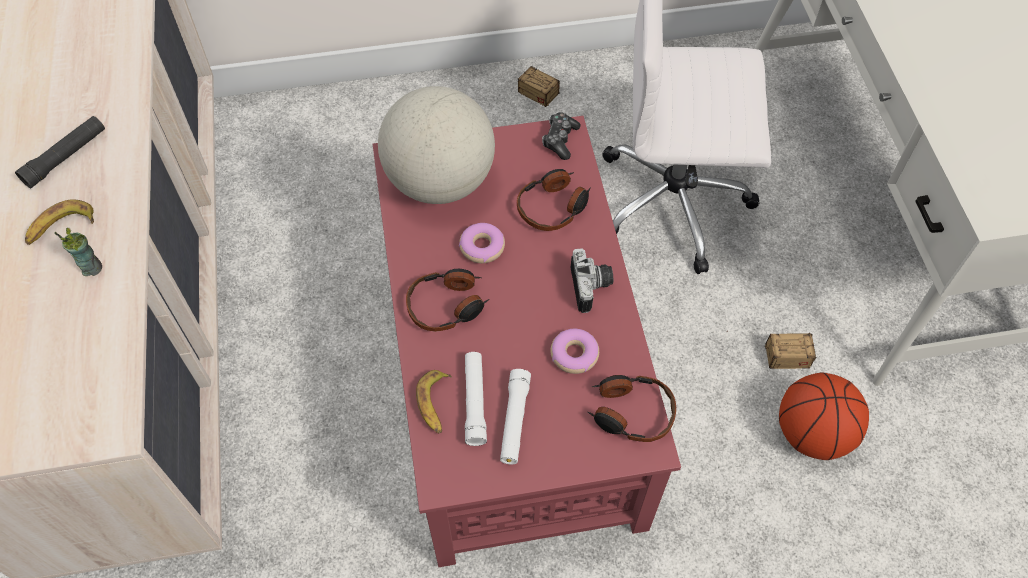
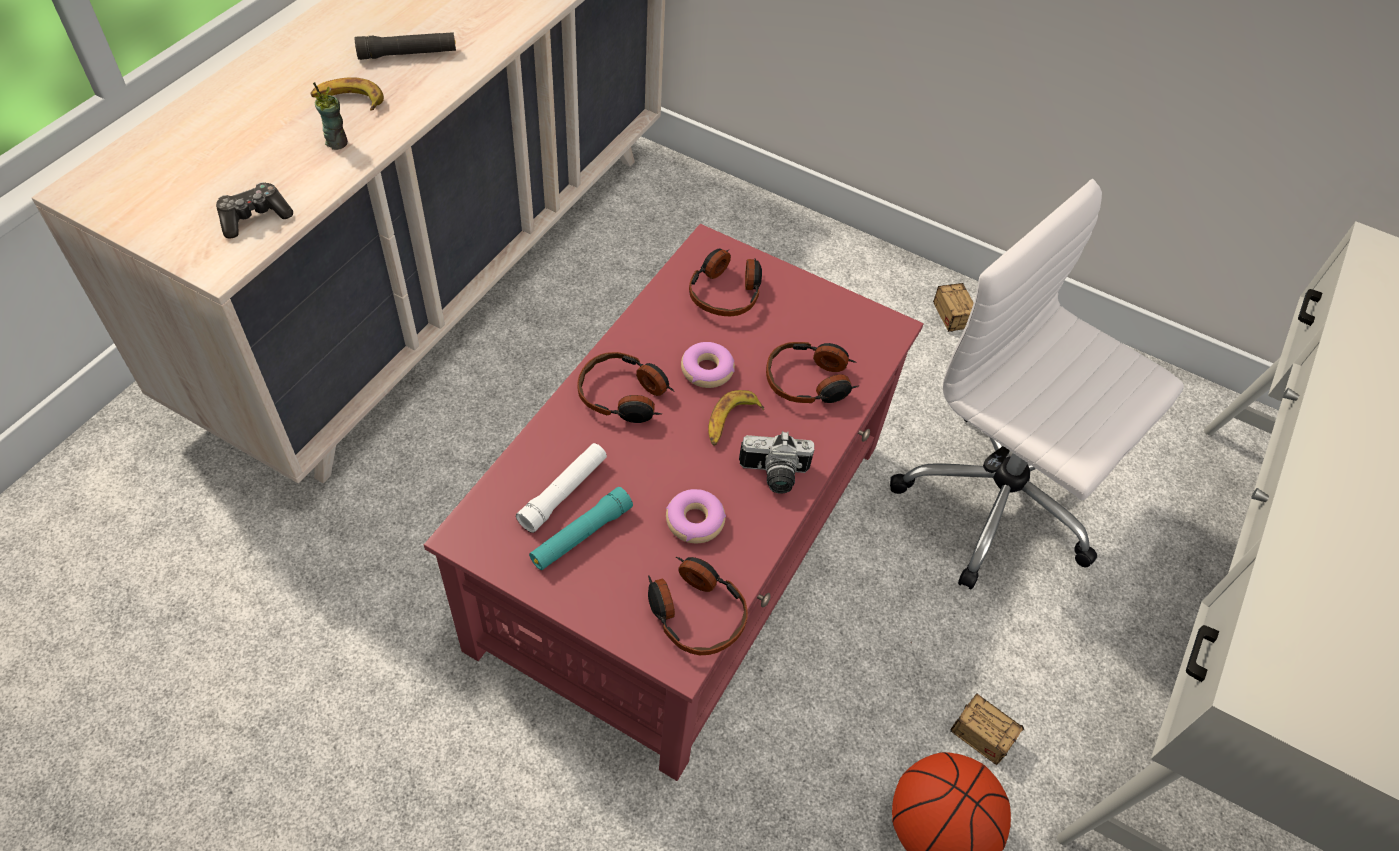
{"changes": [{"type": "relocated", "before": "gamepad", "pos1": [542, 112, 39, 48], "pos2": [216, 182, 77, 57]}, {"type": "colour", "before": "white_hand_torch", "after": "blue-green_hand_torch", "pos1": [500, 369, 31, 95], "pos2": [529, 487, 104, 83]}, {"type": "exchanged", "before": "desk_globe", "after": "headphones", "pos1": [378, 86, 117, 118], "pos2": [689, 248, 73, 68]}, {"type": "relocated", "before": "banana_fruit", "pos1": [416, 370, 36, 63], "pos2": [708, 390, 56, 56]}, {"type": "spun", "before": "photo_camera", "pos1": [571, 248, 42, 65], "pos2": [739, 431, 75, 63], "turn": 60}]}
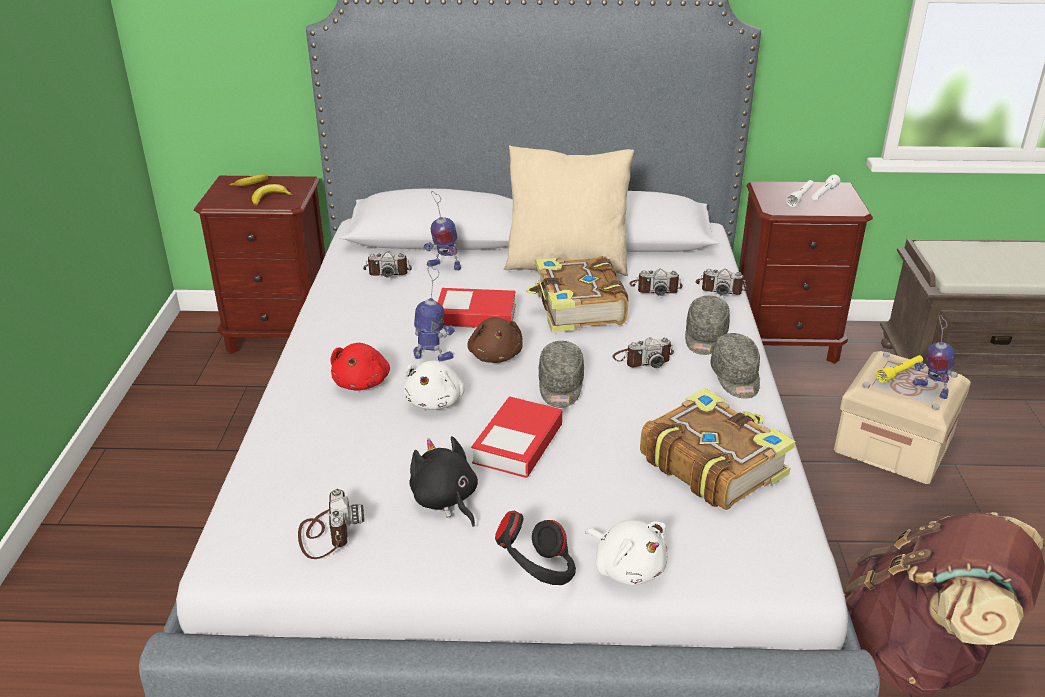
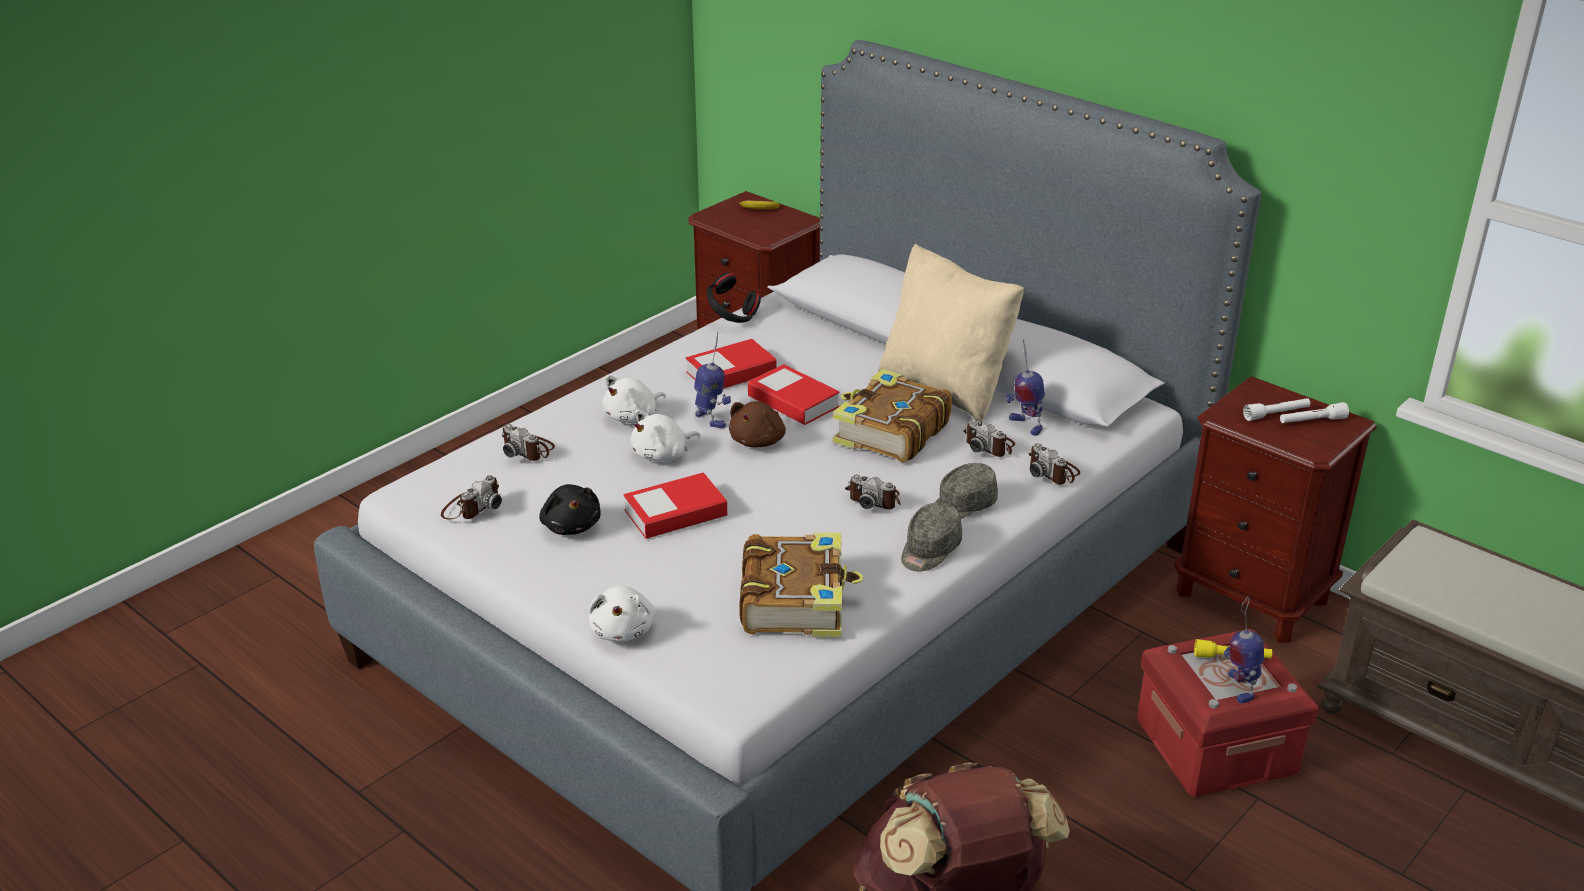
{"changes": [{"type": "relocated", "before": "photo_camera", "pos1": [363, 252, 49, 26], "pos2": [502, 424, 53, 37]}, {"type": "spun", "before": "blackish_cuddly_toy", "pos1": [409, 436, 69, 91], "pos2": [539, 484, 62, 51], "turn": 150}, {"type": "colour", "before": "reddish_cuddly_toy", "after": "white_cuddly_toy", "pos1": [330, 343, 60, 48], "pos2": [603, 375, 63, 48]}, {"type": "appeared", "after": "book", "pos2": [686, 339, 91, 50]}, {"type": "relocated", "before": "blackish_headphones", "pos1": [495, 511, 81, 74], "pos2": [707, 273, 54, 50]}, {"type": "relocated", "before": "toy_robot", "pos1": [423, 191, 38, 80], "pos2": [1005, 339, 40, 97]}, {"type": "colour", "before": "beige-coloured_storage_bin", "after": "reddish_storage_bin", "pos1": [834, 351, 137, 133], "pos2": [1137, 629, 182, 168]}, {"type": "missing", "before": "banana_fruit", "pos1": [252, 184, 41, 22]}, {"type": "missing", "before": "grey_peaked_cap", "pos1": [539, 341, 45, 67]}]}
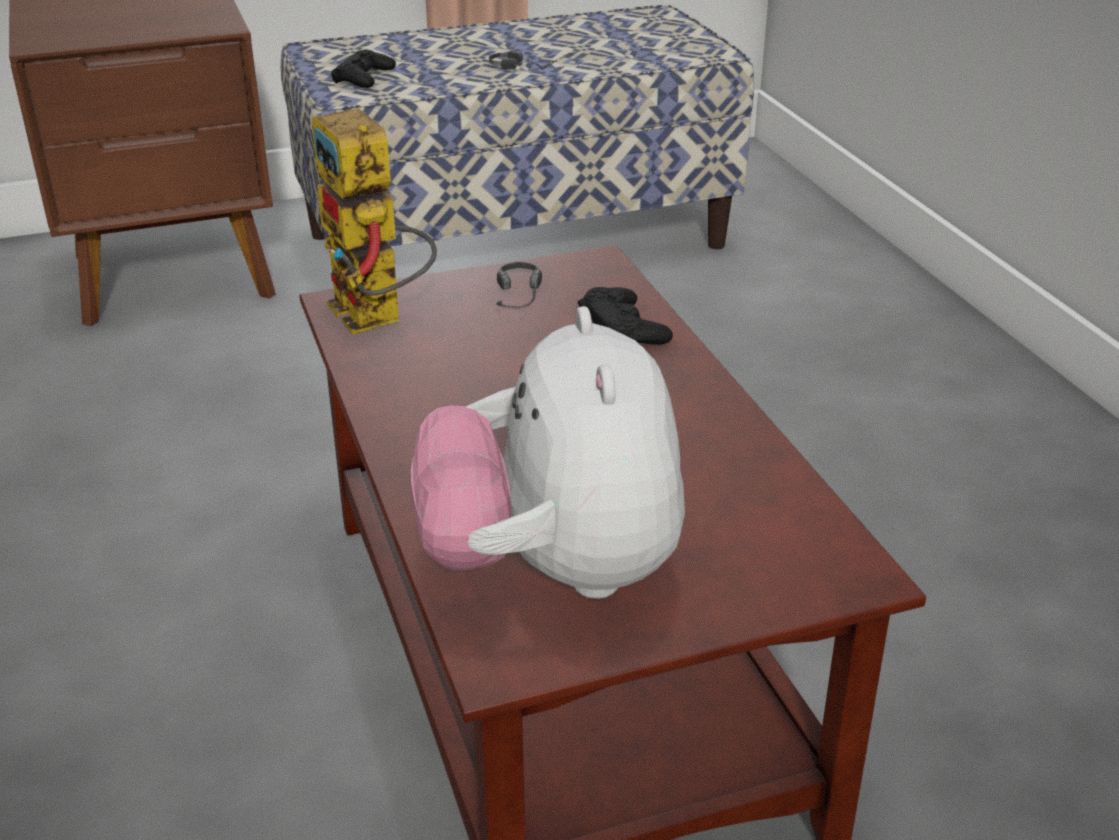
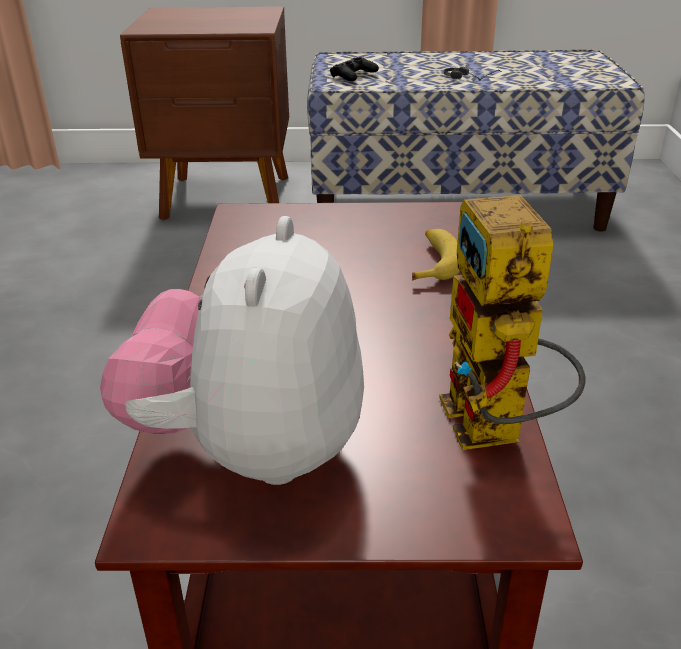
{"changes": [{"type": "exchanged", "before": "blackish_gamepad", "after": "banana_fruit", "pos1": [578, 287, 95, 58], "pos2": [412, 229, 48, 51]}, {"type": "relocated", "before": "toy_robot", "pos1": [312, 108, 125, 227], "pos2": [440, 195, 146, 255]}, {"type": "missing", "before": "headphones", "pos1": [497, 262, 45, 46]}]}
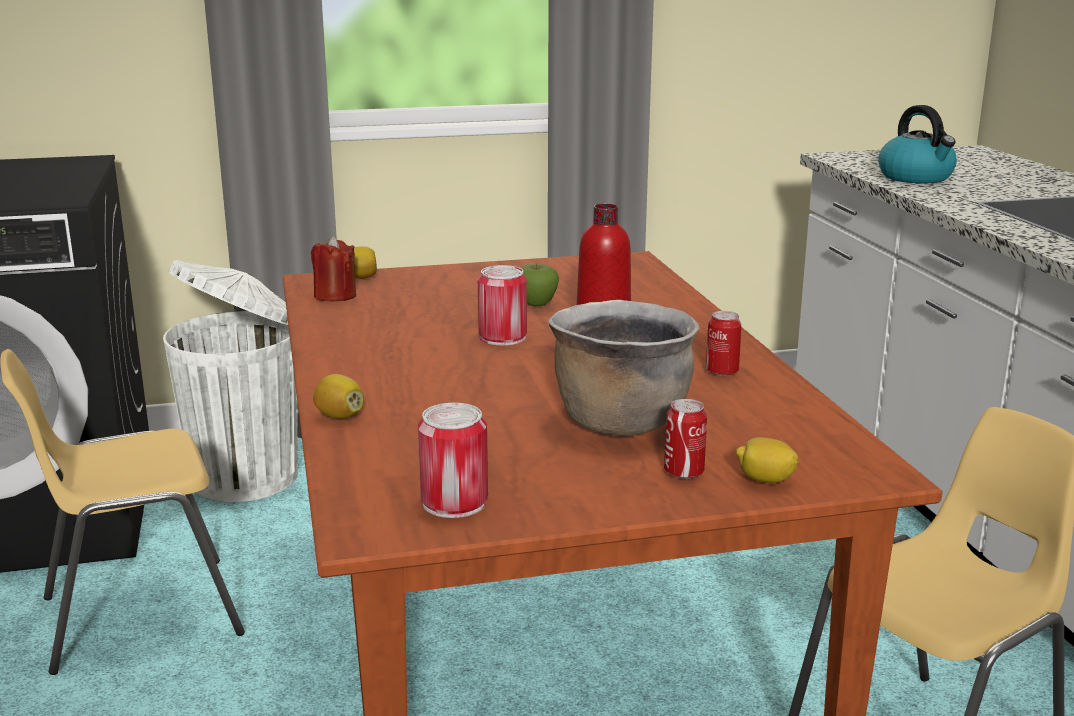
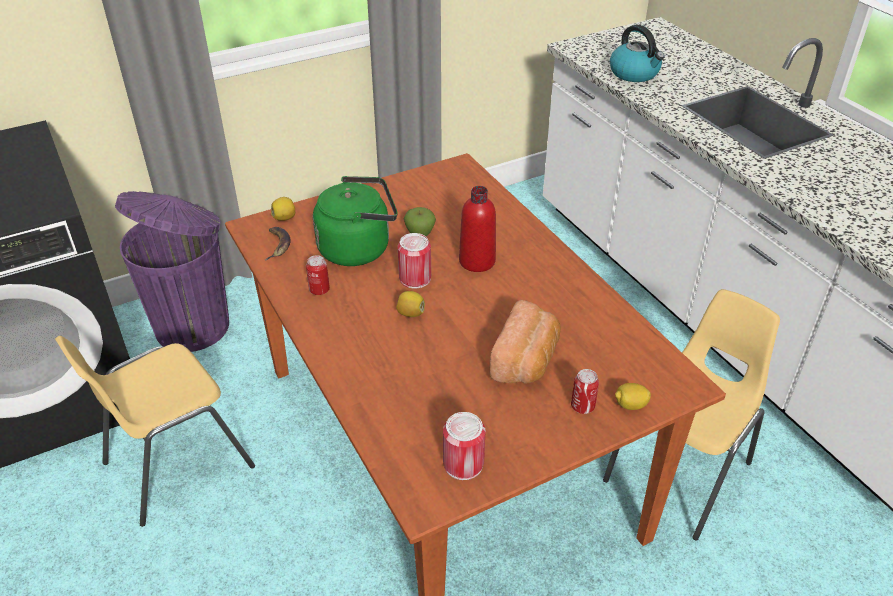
{"changes": [{"type": "colour", "before": "white_rubbish_bin", "after": "purple_rubbish_bin", "pos1": [163, 260, 135, 242], "pos2": [115, 191, 114, 161]}, {"type": "exchanged", "before": "reddish_candle", "after": "banana_fruit", "pos1": [311, 236, 45, 66], "pos2": [265, 227, 25, 33]}, {"type": "relocated", "before": "can", "pos1": [706, 311, 36, 65], "pos2": [306, 255, 24, 40]}, {"type": "appeared", "after": "greenish_tea_kettle", "pos2": [313, 176, 85, 90]}, {"type": "relocated", "before": "citrus_fruit", "pos1": [313, 374, 51, 44], "pos2": [396, 291, 29, 26]}, {"type": "exchanged", "before": "brown_saucepot", "after": "bread", "pos1": [548, 300, 151, 136], "pos2": [490, 300, 71, 83]}]}
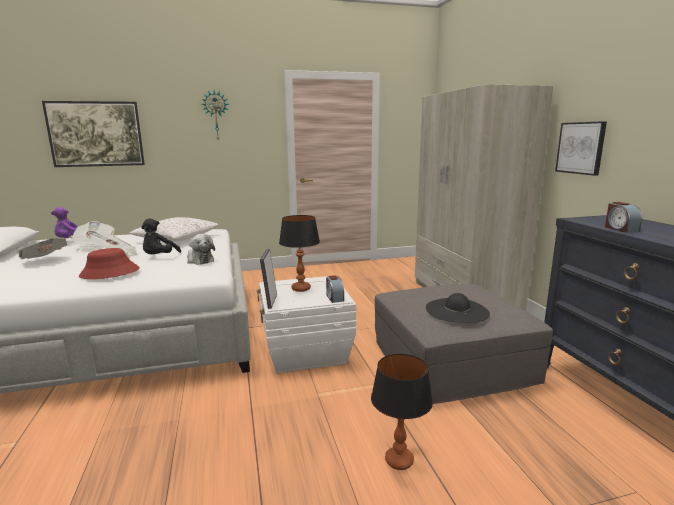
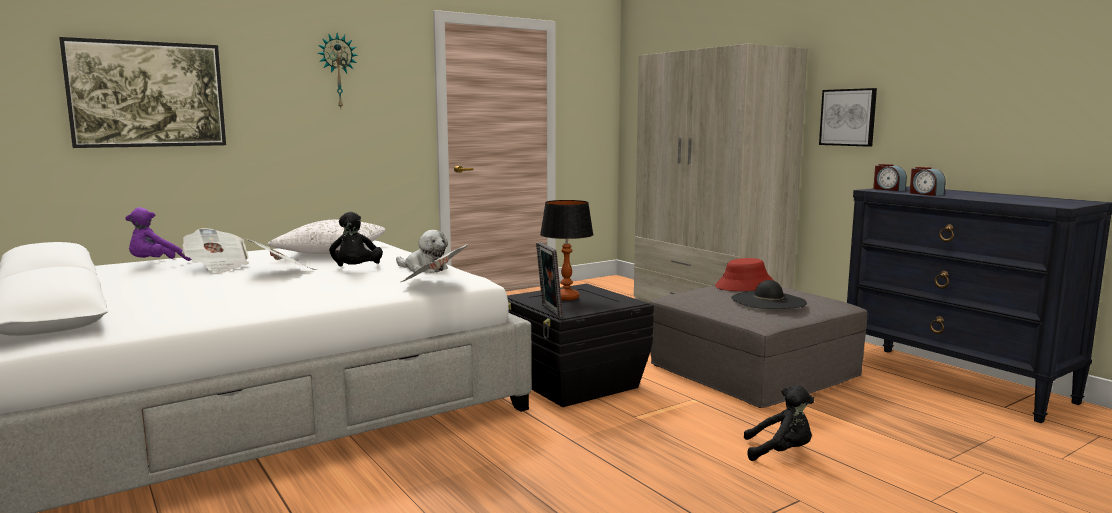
{"changes": [{"type": "relocated", "before": "printed_paper", "pos1": [19, 238, 48, 21], "pos2": [401, 244, 67, 38]}, {"type": "colour", "before": "white_storage_bin", "after": "blackish_storage_bin", "pos1": [256, 276, 100, 97], "pos2": [507, 284, 147, 123]}, {"type": "relocated", "before": "reddish_hat", "pos1": [79, 248, 60, 31], "pos2": [715, 258, 59, 33]}, {"type": "exchanged", "before": "table_lamp", "after": "blackish_cuddly_toy", "pos1": [371, 354, 62, 116], "pos2": [744, 385, 70, 76]}, {"type": "relocated", "before": "alarm_clock", "pos1": [326, 275, 18, 28], "pos2": [873, 164, 34, 27]}]}
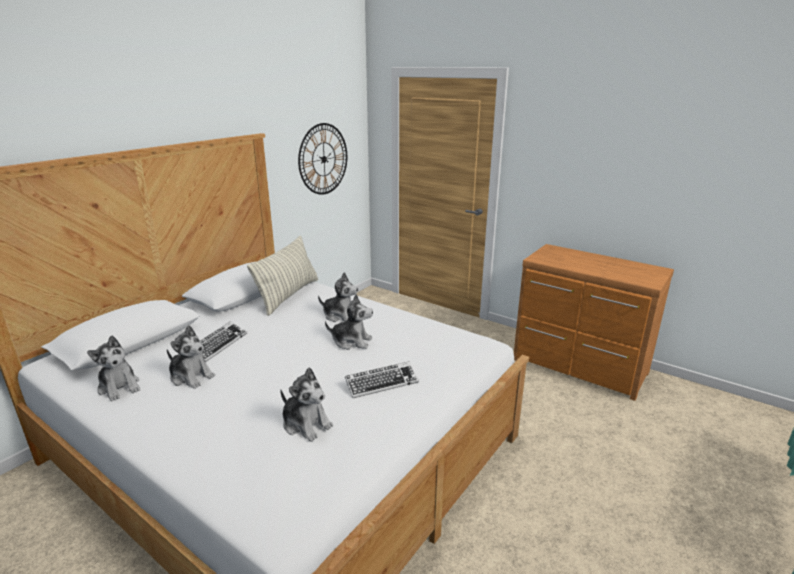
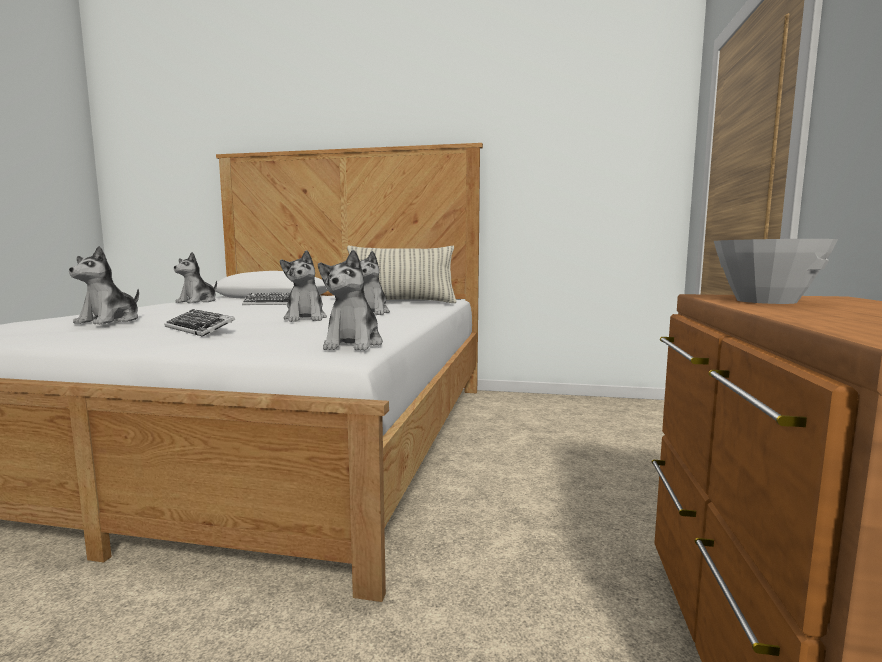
{"changes": [{"type": "relocated", "before": "cuddly_toy", "pos1": [167, 325, 48, 64], "pos2": [318, 250, 65, 100]}, {"type": "appeared", "after": "white_bowl", "pos2": [714, 239, 124, 65]}, {"type": "missing", "before": "clock_on_the_wall", "pos1": [298, 123, 49, 72]}]}
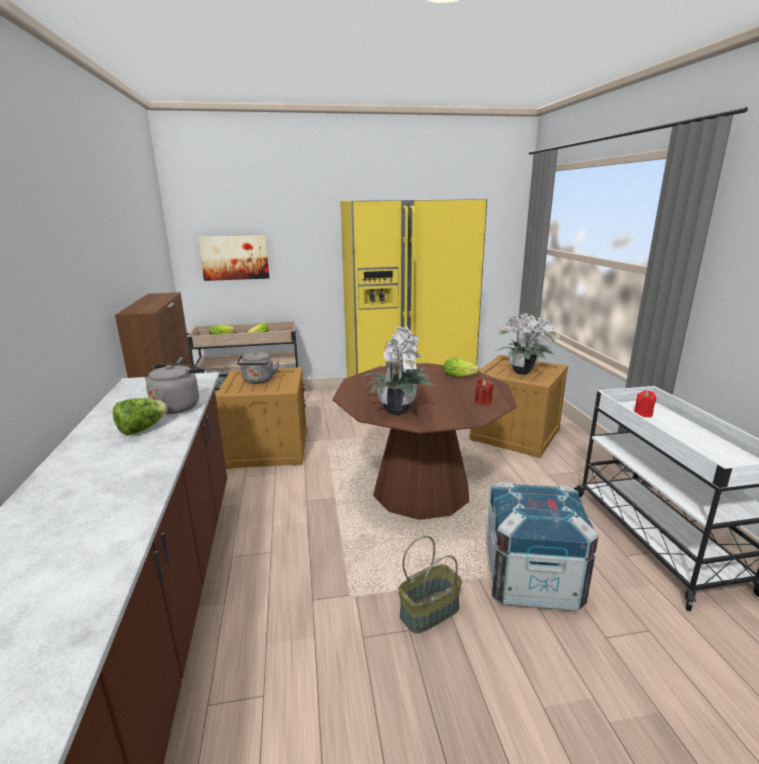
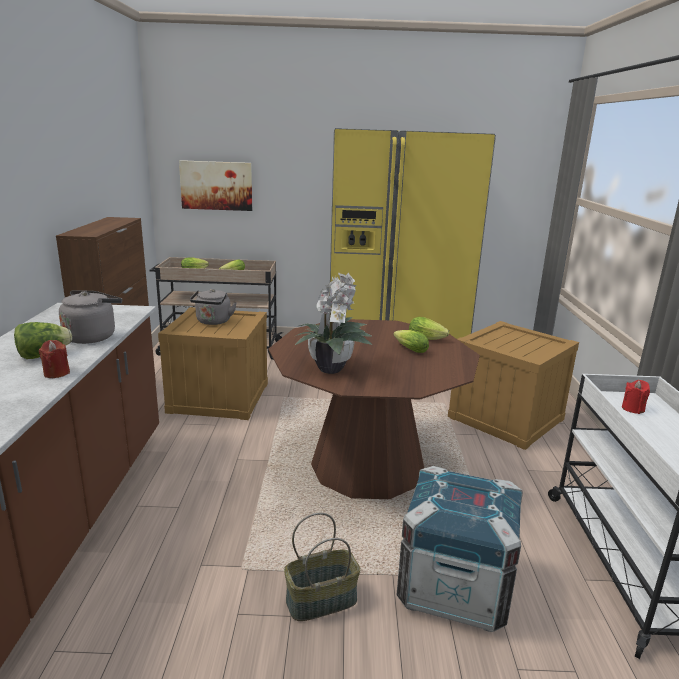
{"changes": [{"type": "relocated", "before": "reddish_candle", "pos1": [475, 379, 18, 26], "pos2": [39, 340, 31, 38]}, {"type": "appeared", "after": "head_of_lettuce", "pos2": [393, 330, 36, 23]}, {"type": "missing", "before": "potted_plant", "pos1": [496, 313, 64, 62]}]}
